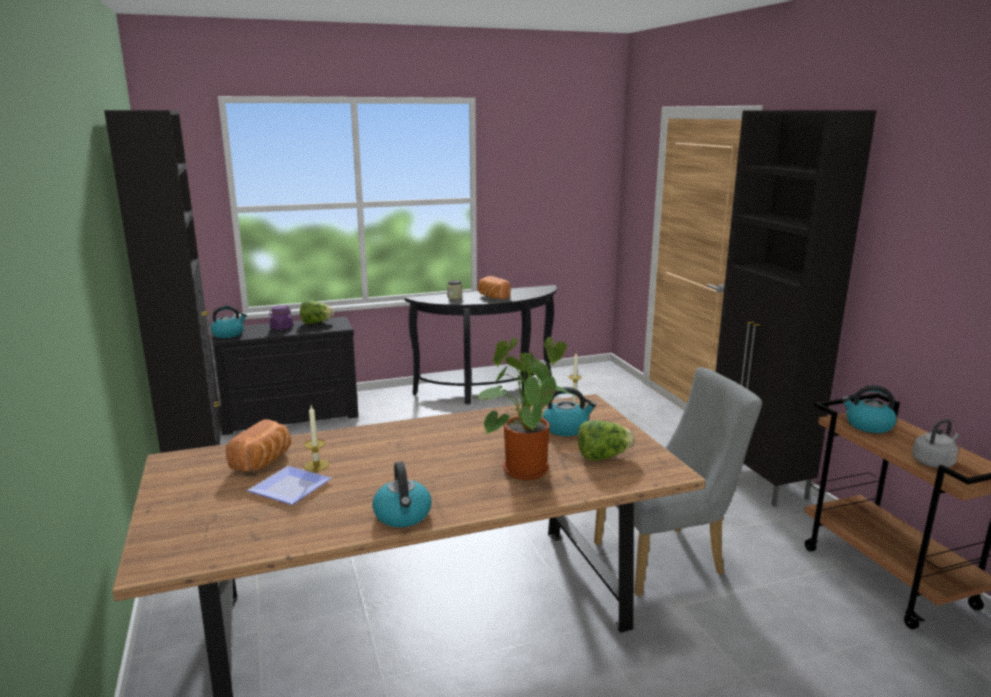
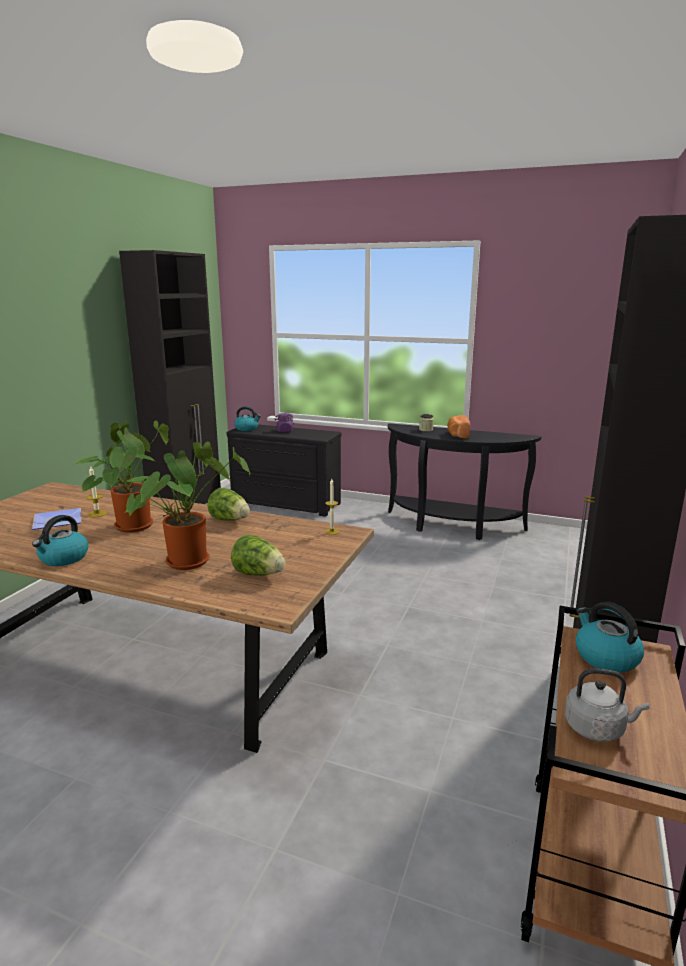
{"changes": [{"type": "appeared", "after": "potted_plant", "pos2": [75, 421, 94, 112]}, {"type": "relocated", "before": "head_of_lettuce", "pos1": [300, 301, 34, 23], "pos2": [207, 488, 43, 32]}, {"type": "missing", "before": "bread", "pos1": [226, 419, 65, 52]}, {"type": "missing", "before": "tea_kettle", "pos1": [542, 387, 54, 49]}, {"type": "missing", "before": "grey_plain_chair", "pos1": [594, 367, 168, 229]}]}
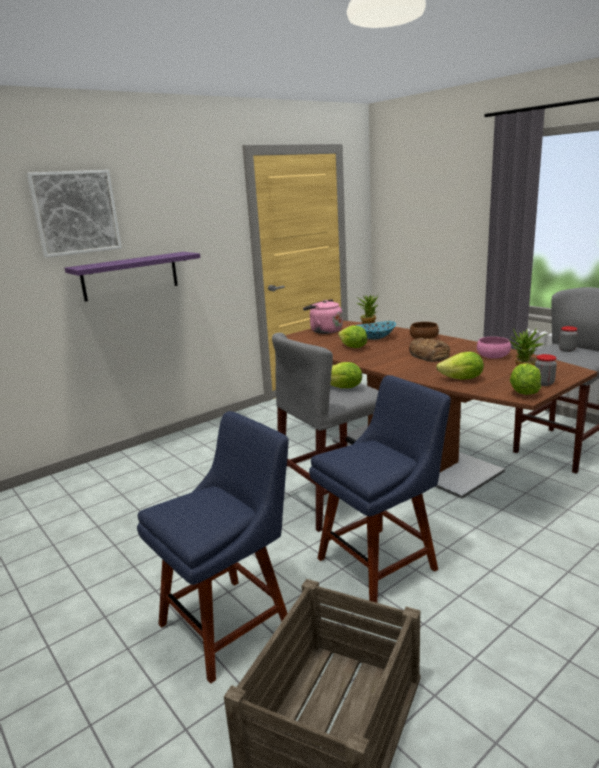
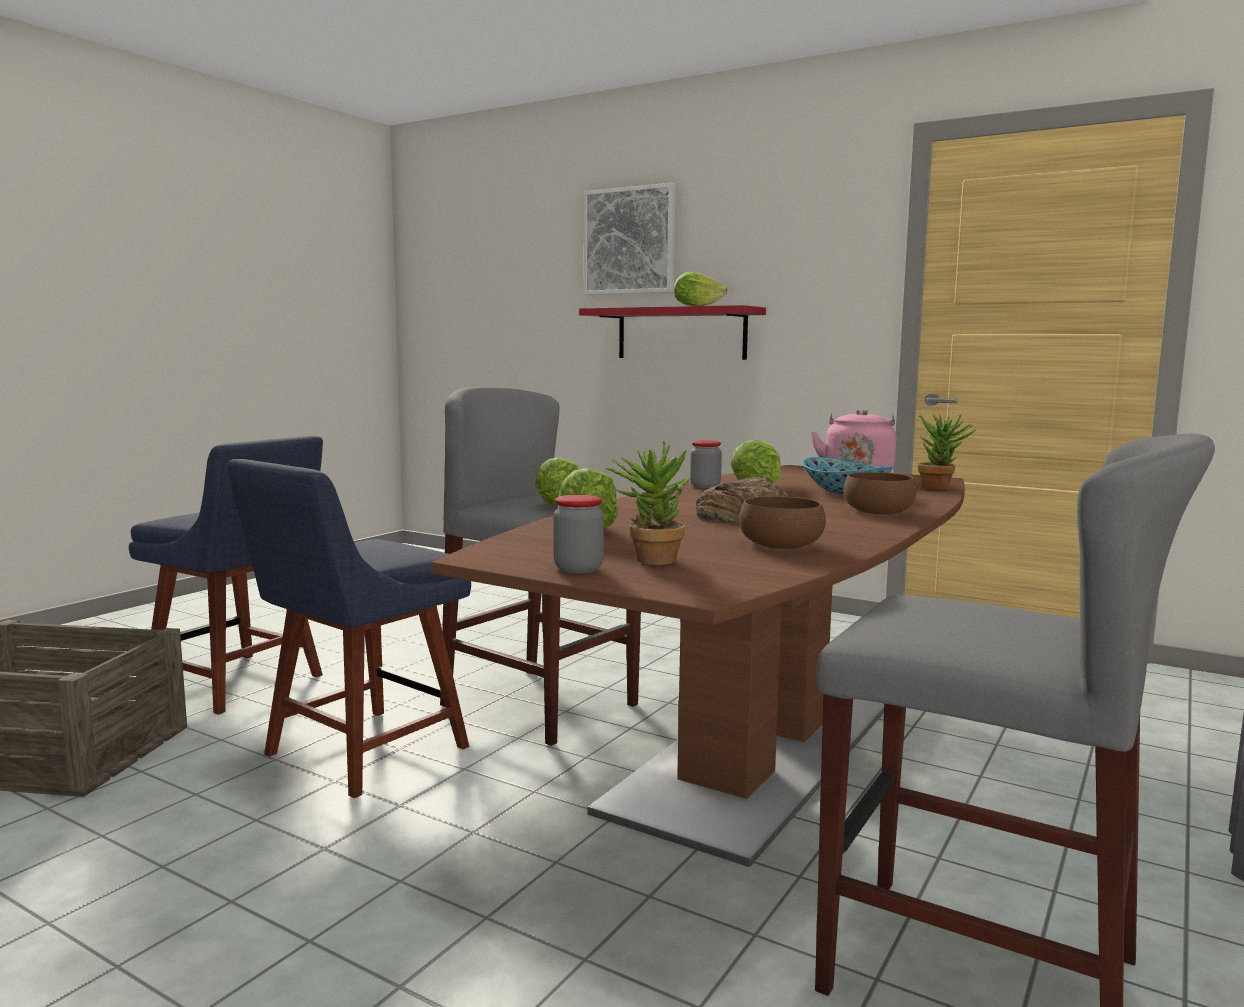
{"changes": [{"type": "spun", "before": "blue-coloured_plain_chair", "pos1": [309, 375, 142, 228], "pos2": [227, 459, 244, 339], "turn": 90}, {"type": "colour", "before": "purple_shelf", "after": "reddish_shelf", "pos1": [65, 252, 136, 49], "pos2": [579, 305, 187, 55]}, {"type": "relocated", "before": "head_of_lettuce", "pos1": [510, 363, 31, 32], "pos2": [674, 272, 53, 34]}, {"type": "relocated", "before": "jar", "pos1": [559, 326, 19, 26], "pos2": [690, 440, 32, 48]}, {"type": "colour", "before": "pink_bowl", "after": "brown_bowl", "pos1": [477, 337, 34, 22], "pos2": [739, 496, 87, 53]}]}
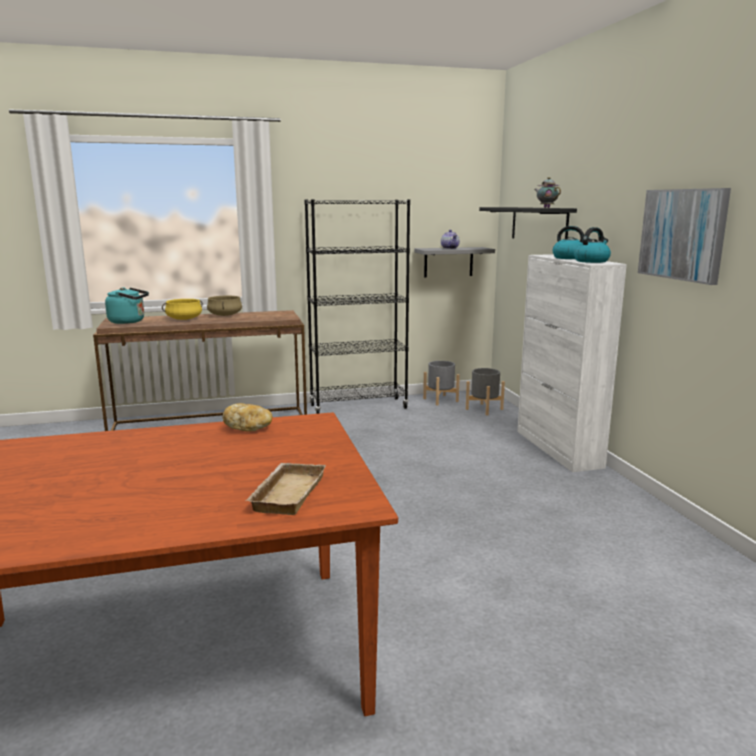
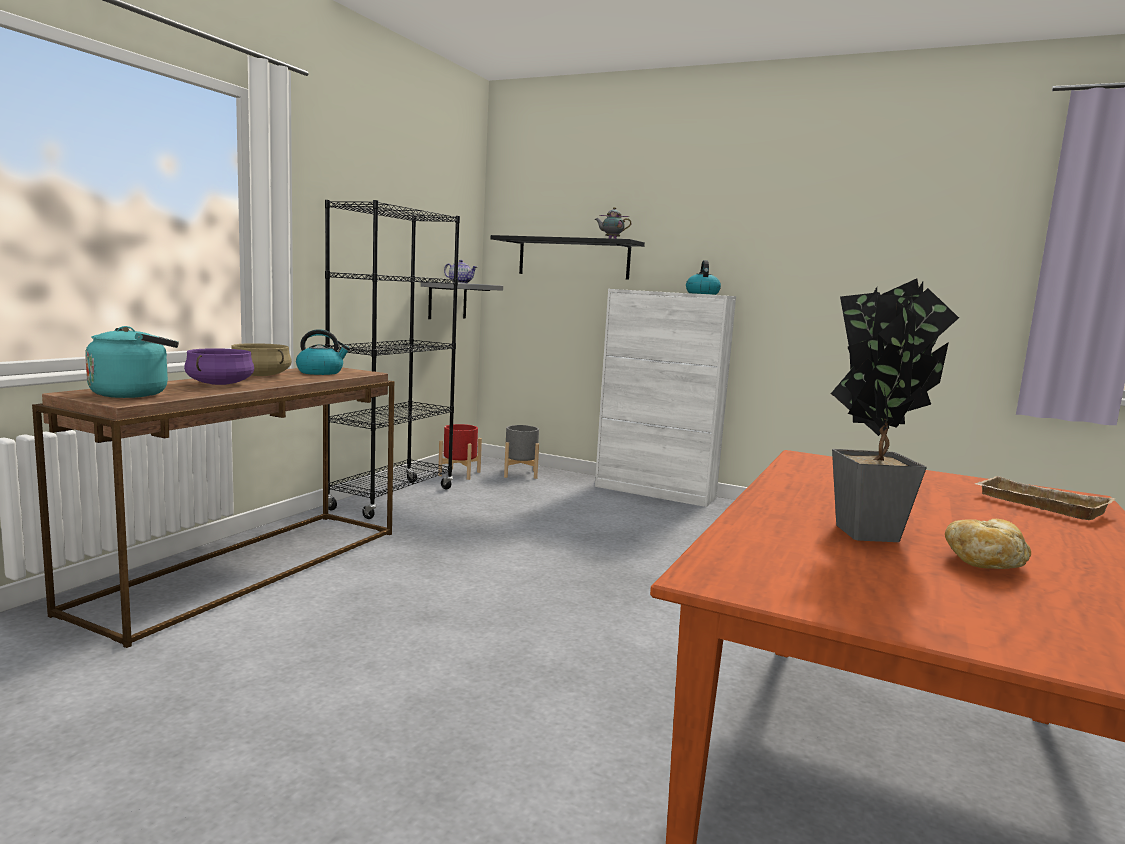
{"changes": [{"type": "colour", "before": "yellow_saucepot", "after": "purple_saucepot", "pos1": [162, 299, 41, 21], "pos2": [184, 348, 70, 37]}, {"type": "relocated", "before": "tea_kettle", "pos1": [553, 226, 38, 33], "pos2": [296, 329, 54, 46]}, {"type": "colour", "before": "grey_plant_pot", "after": "reddish_plant_pot", "pos1": [423, 361, 37, 45], "pos2": [438, 424, 44, 56]}, {"type": "appeared", "after": "potted_plant", "pos2": [831, 279, 128, 263]}, {"type": "relocated", "before": "bread", "pos1": [222, 403, 50, 29], "pos2": [945, 519, 86, 50]}, {"type": "missing", "before": "wall_picture", "pos1": [638, 188, 93, 97]}]}
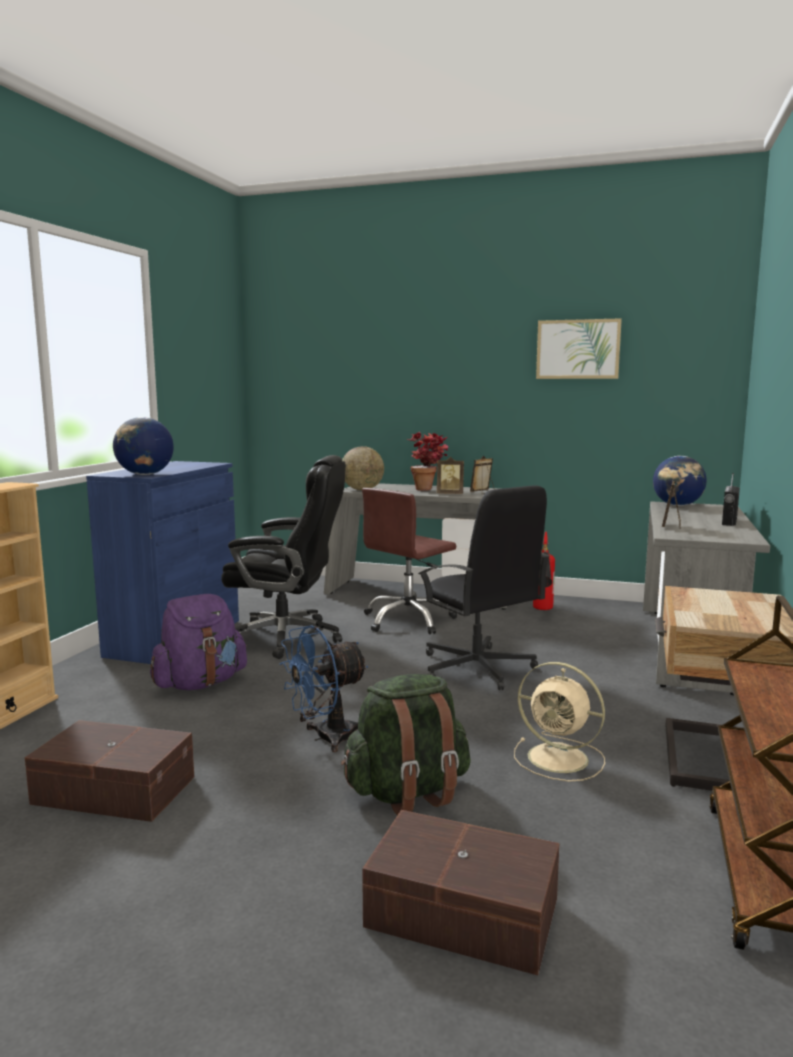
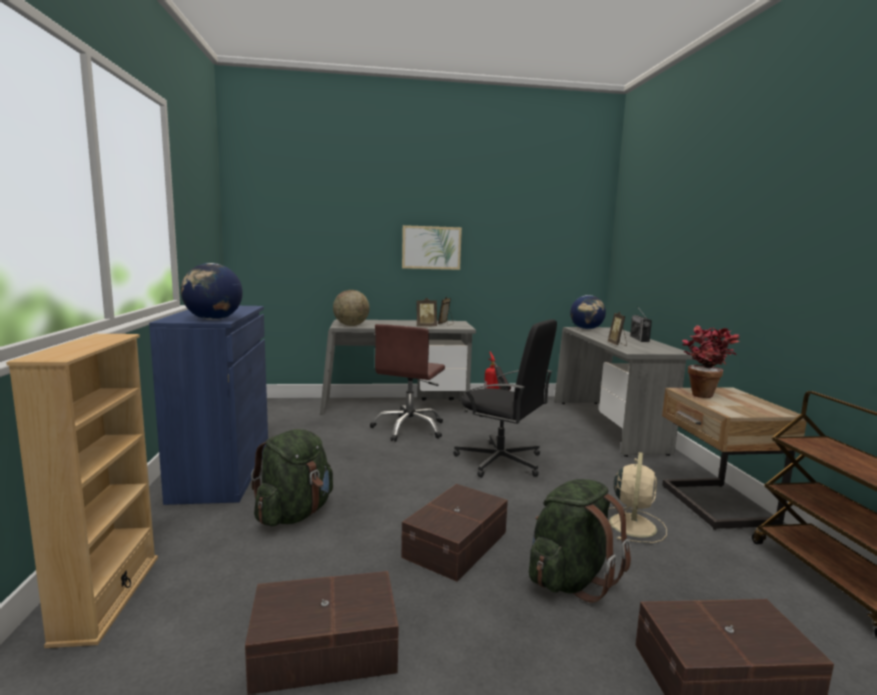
{"changes": [{"type": "colour", "before": "purple_knapsack", "after": "greenish_knapsack", "pos1": [150, 594, 97, 96], "pos2": [251, 429, 82, 98]}, {"type": "exchanged", "before": "blue-coloured_cooling_fan", "after": "brown_storage_bin", "pos1": [279, 625, 90, 127], "pos2": [401, 484, 107, 97]}, {"type": "relocated", "before": "wall_picture", "pos1": [536, 318, 86, 61], "pos2": [402, 225, 60, 45]}, {"type": "spun", "before": "beige-coloured_cooling_fan", "pos1": [514, 662, 91, 120], "pos2": [609, 452, 58, 91], "turn": -75}, {"type": "relocated", "before": "potted_plant", "pos1": [407, 432, 41, 59], "pos2": [682, 325, 58, 73]}, {"type": "missing", "before": "blackish_office_chair", "pos1": [221, 455, 125, 204]}]}
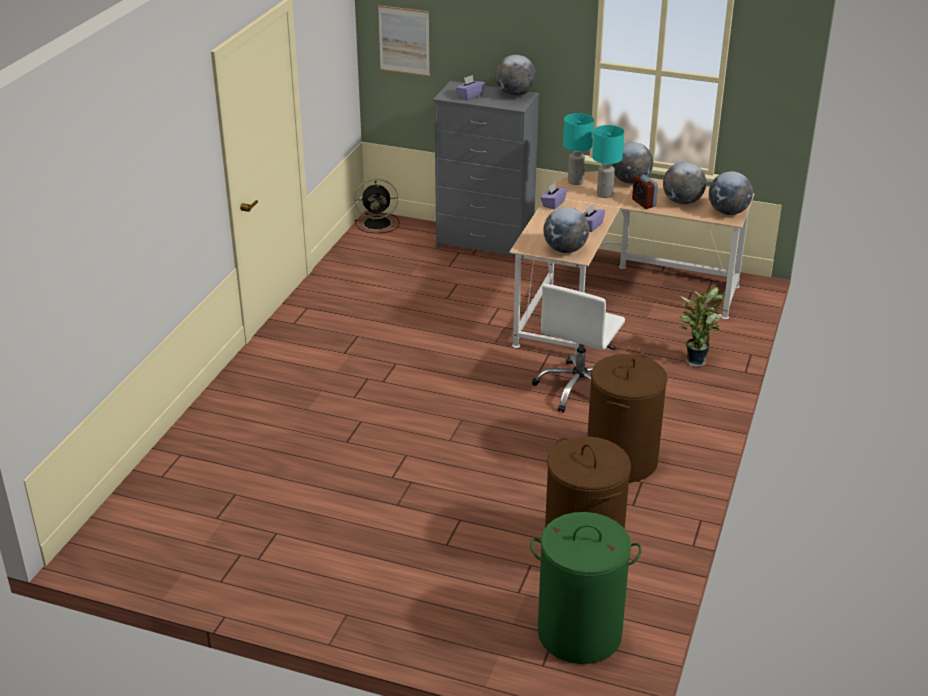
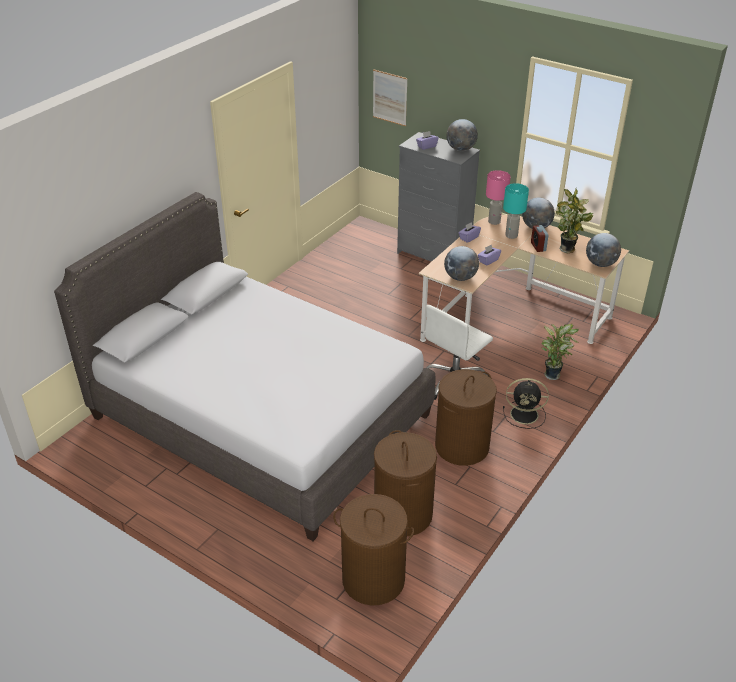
{"changes": [{"type": "appeared", "after": "grey_bedroom_bed", "pos2": [54, 192, 381, 349]}, {"type": "colour", "before": "greenish_hamper", "after": "brown_hamper", "pos1": [530, 512, 112, 152], "pos2": [333, 494, 81, 112]}, {"type": "colour", "before": "blue-green_table_lamp", "after": "pink_table_lamp", "pos1": [563, 113, 31, 72], "pos2": [486, 170, 25, 55]}, {"type": "relocated", "before": "blackish_cooling_fan", "pos1": [354, 179, 45, 54], "pos2": [503, 378, 46, 51]}, {"type": "exchanged", "before": "desk_globe", "after": "potted_plant", "pos1": [663, 162, 43, 43], "pos2": [556, 189, 38, 64]}]}
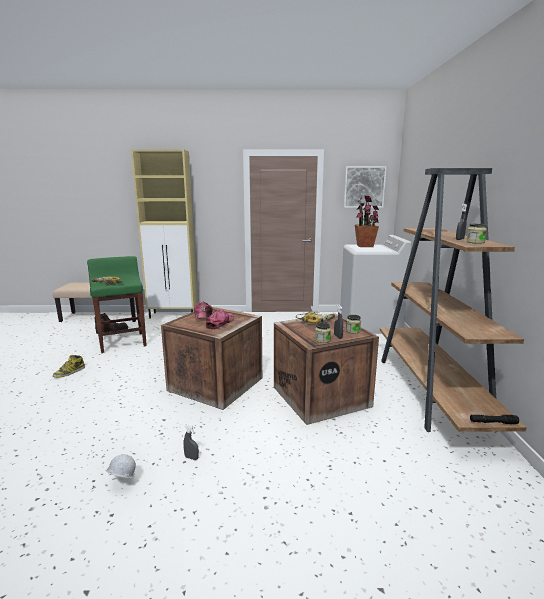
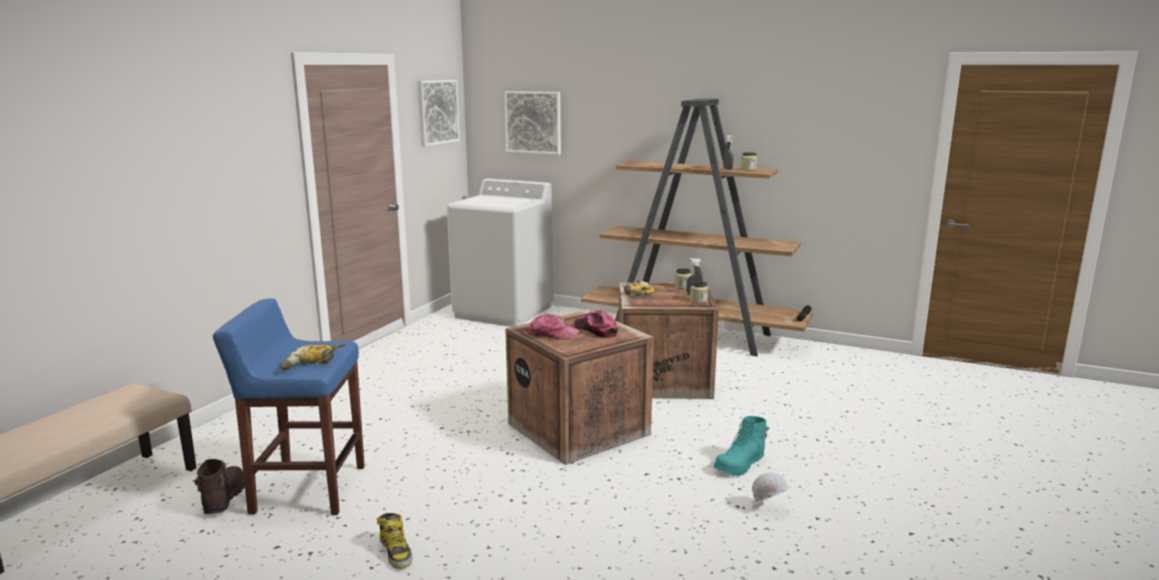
{"changes": [{"type": "colour", "before": "greenish_stool", "after": "blue-coloured_stool", "pos1": [87, 256, 60, 97], "pos2": [213, 299, 152, 216]}, {"type": "appeared", "after": "wall_picture", "pos2": [504, 91, 57, 64]}, {"type": "exchanged", "before": "grey_hand_sprayer", "after": "blue-green_tall_boot", "pos1": [183, 424, 16, 36], "pos2": [713, 416, 56, 60]}, {"type": "missing", "before": "beige-coloured_storage_cabinet", "pos1": [131, 150, 66, 169]}, {"type": "missing", "before": "potted_plant", "pos1": [355, 196, 24, 51]}]}
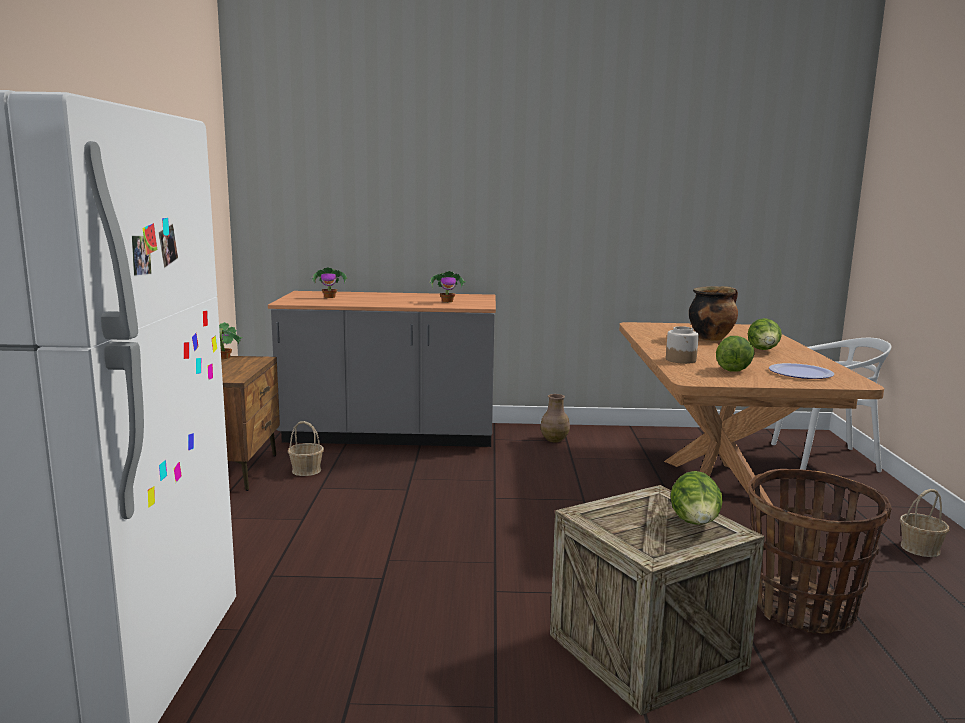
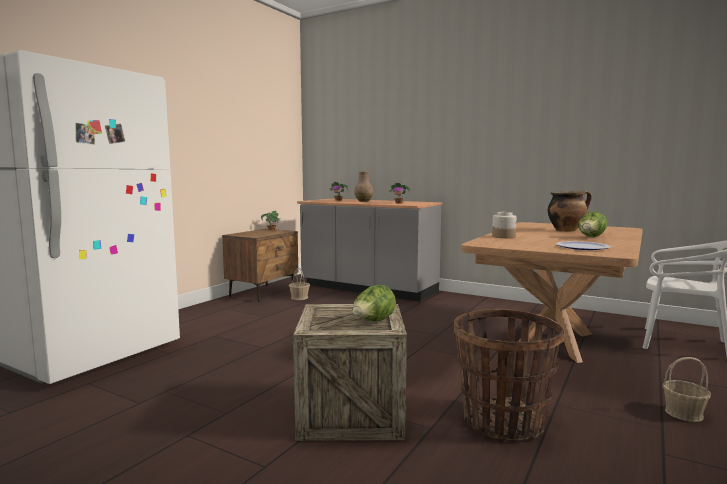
{"changes": [{"type": "relocated", "before": "brown_vase", "pos1": [540, 394, 30, 49], "pos2": [354, 172, 19, 30]}, {"type": "missing", "before": "head_of_lettuce", "pos1": [716, 336, 39, 36]}]}
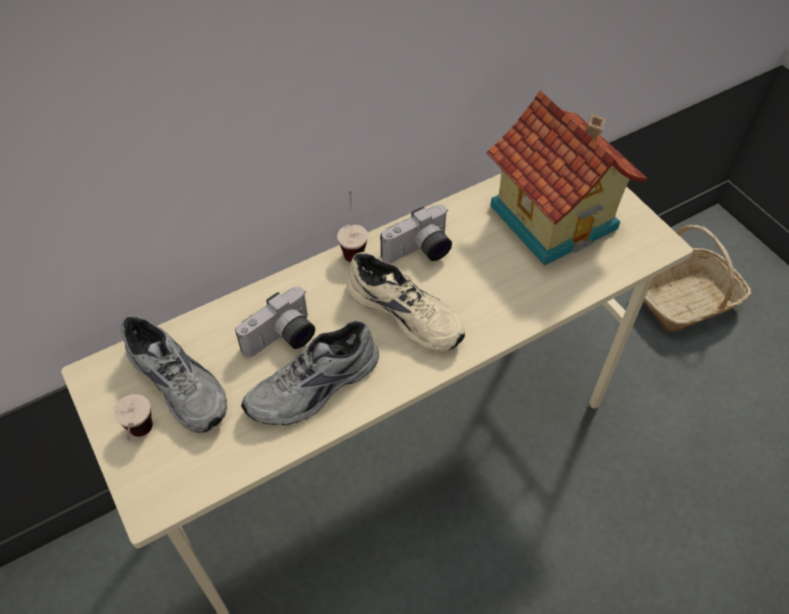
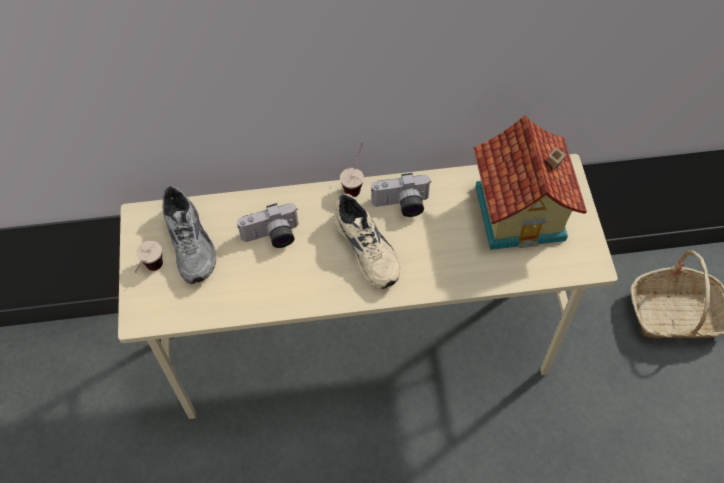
{"changes": [{"type": "missing", "before": "grey_shoe", "pos1": [241, 321, 138, 104]}]}
